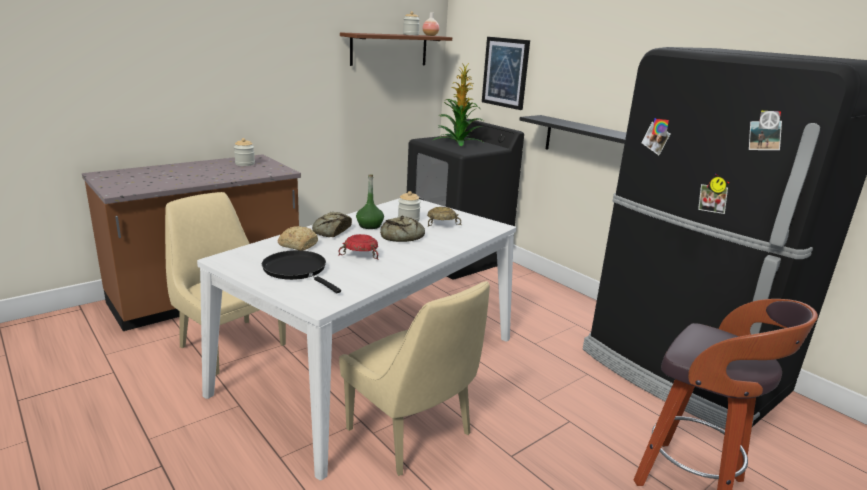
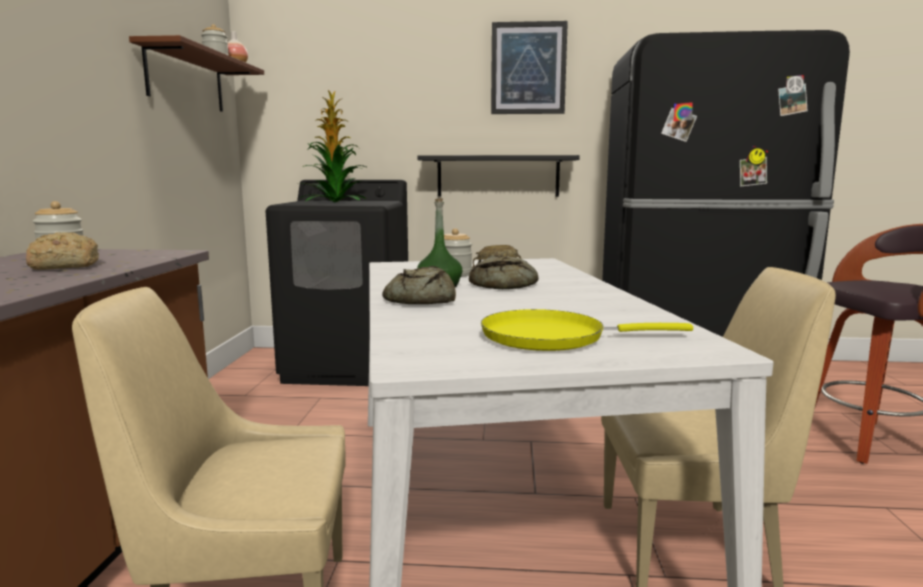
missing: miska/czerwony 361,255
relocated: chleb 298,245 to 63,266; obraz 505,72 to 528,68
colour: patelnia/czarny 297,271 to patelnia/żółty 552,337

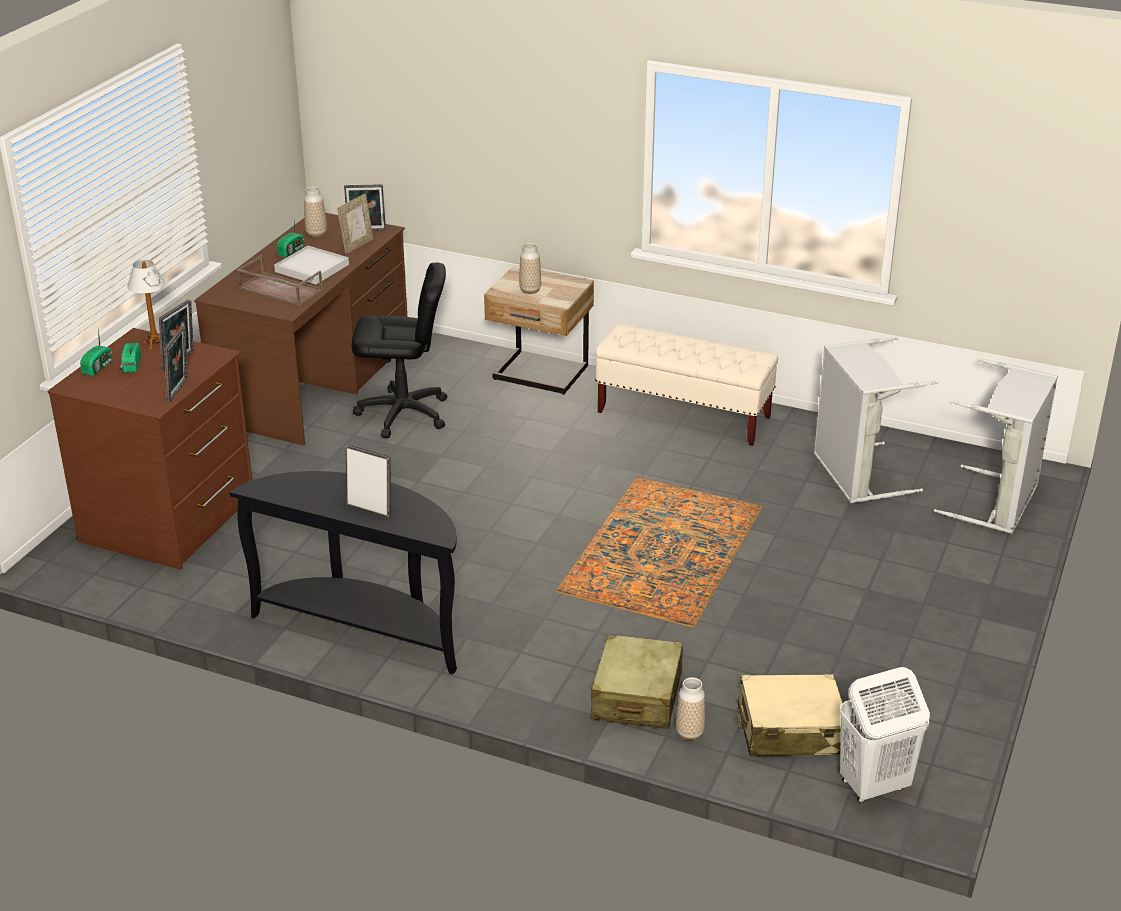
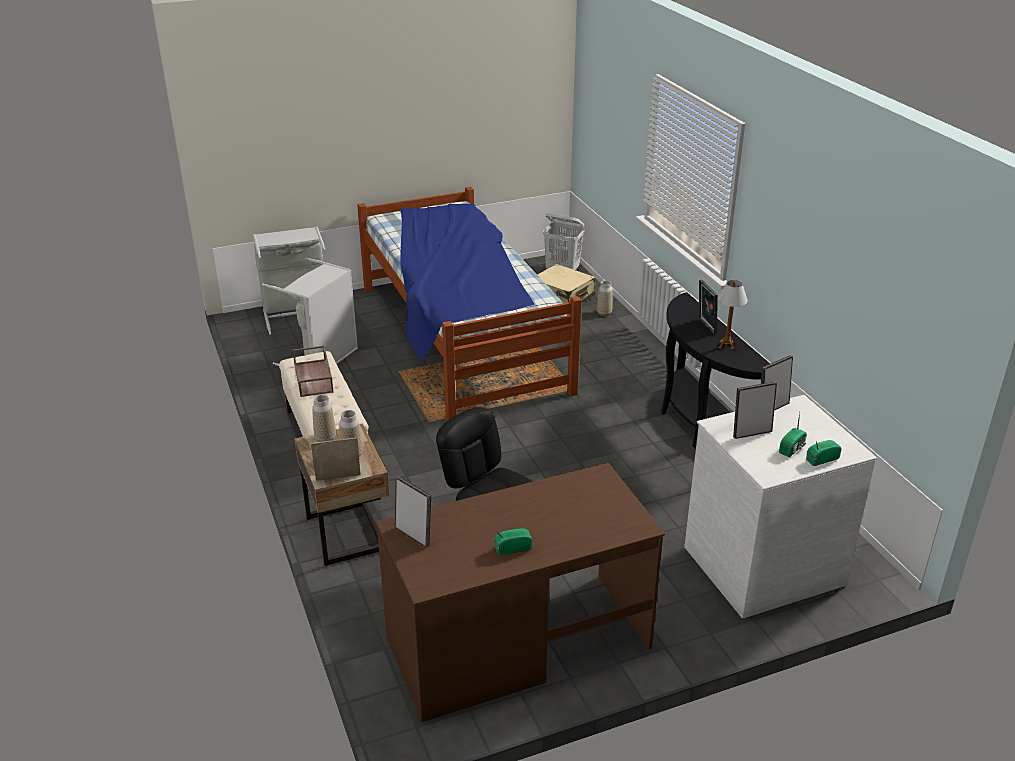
missing: taca/biały 311,268; walizka/beżowy 636,696
appeared: łóżko 460,338
relocated: lampa stołowa 155,344 to 726,346; taca/brązowy 279,289 to 314,378; wazon 316,234 to 325,438; ramka na zdjęcie 357,245 to 338,479
colour: komoda/brązowy 170,520 to komoda/biały 762,564

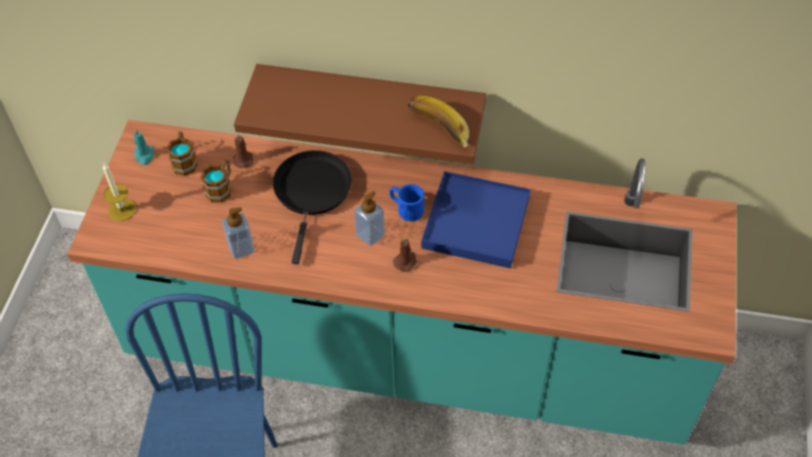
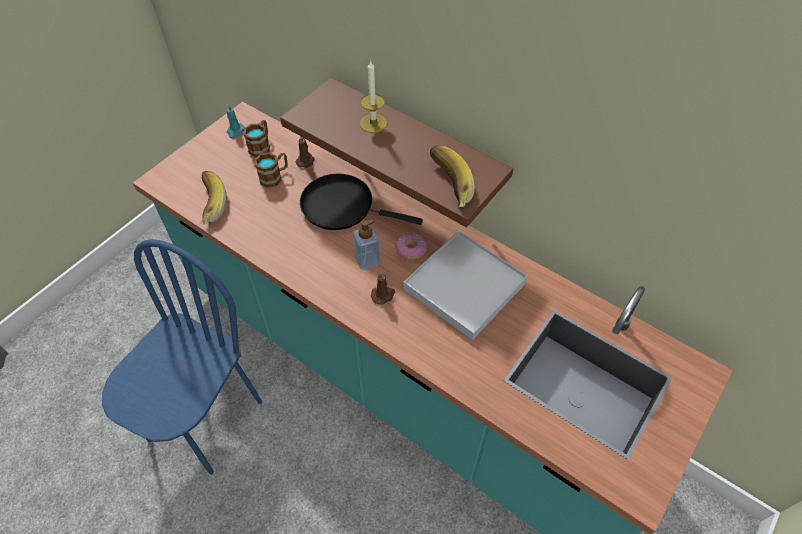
missing: dozownik mydła 241,248
appeared: banan 208,204
relocated: świeca 122,210 to 373,123
exchanged: kubek/niebieski 406,208 to donut 411,250
colour: taca/niebieski 476,223 to taca/biały 464,286
spun: patelnia/czarny 312,192 = 342,206 105 degrees counterclockwise

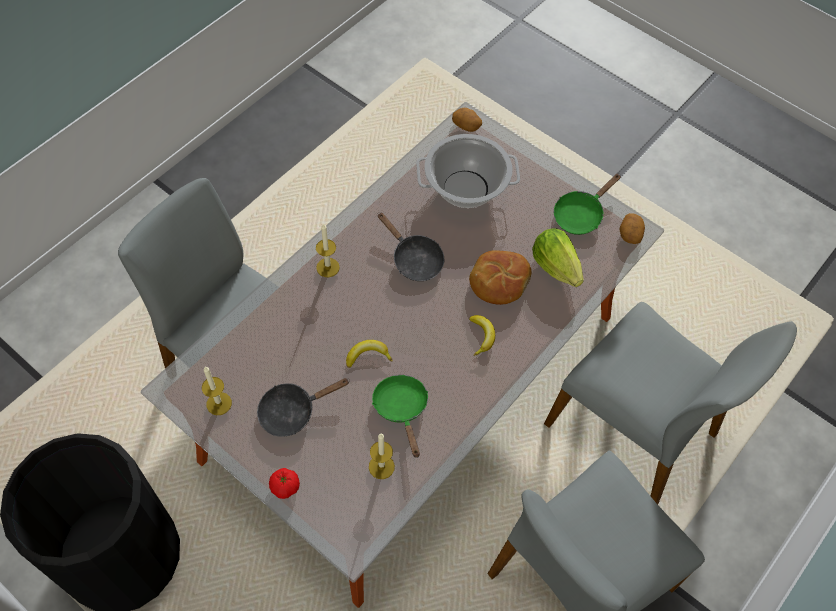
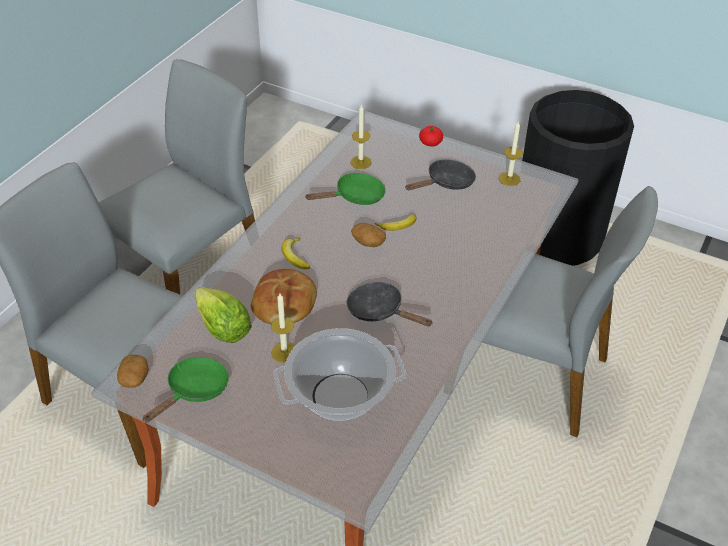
relocated: świeca 328,267 to 284,352; ziemniak 466,125 to 368,242
spun: patelnia/zielony 402,409 = 355,197 90 degrees counterclockwise

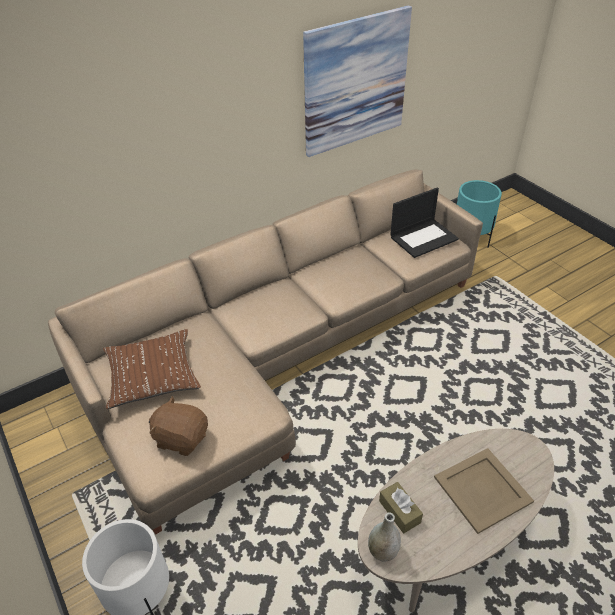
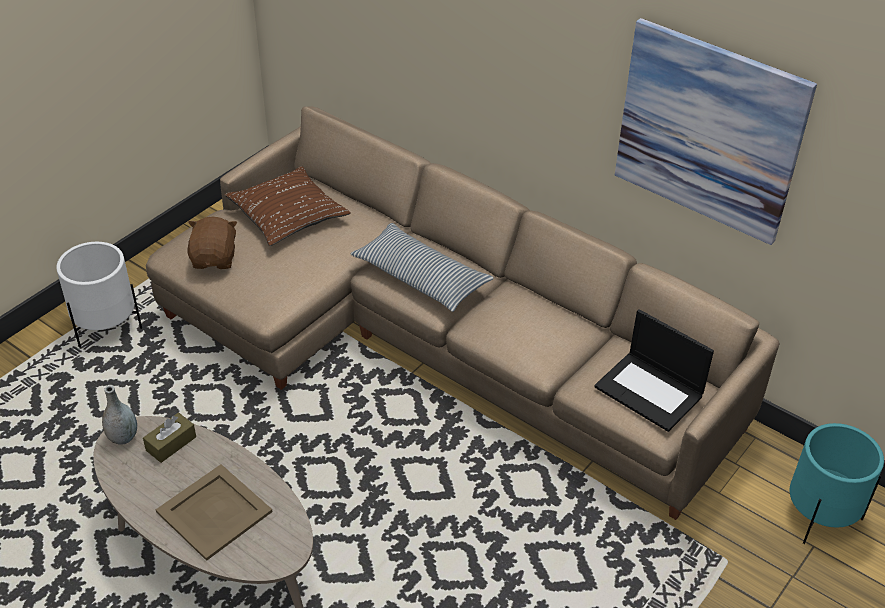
appeared: poduszka 421,277

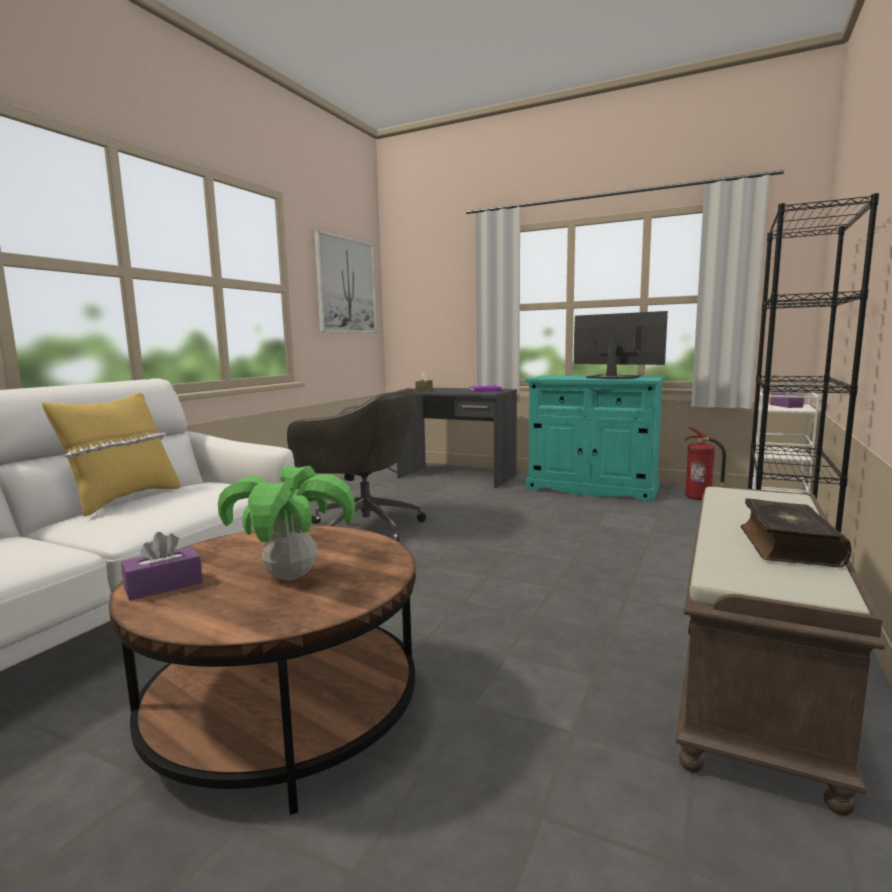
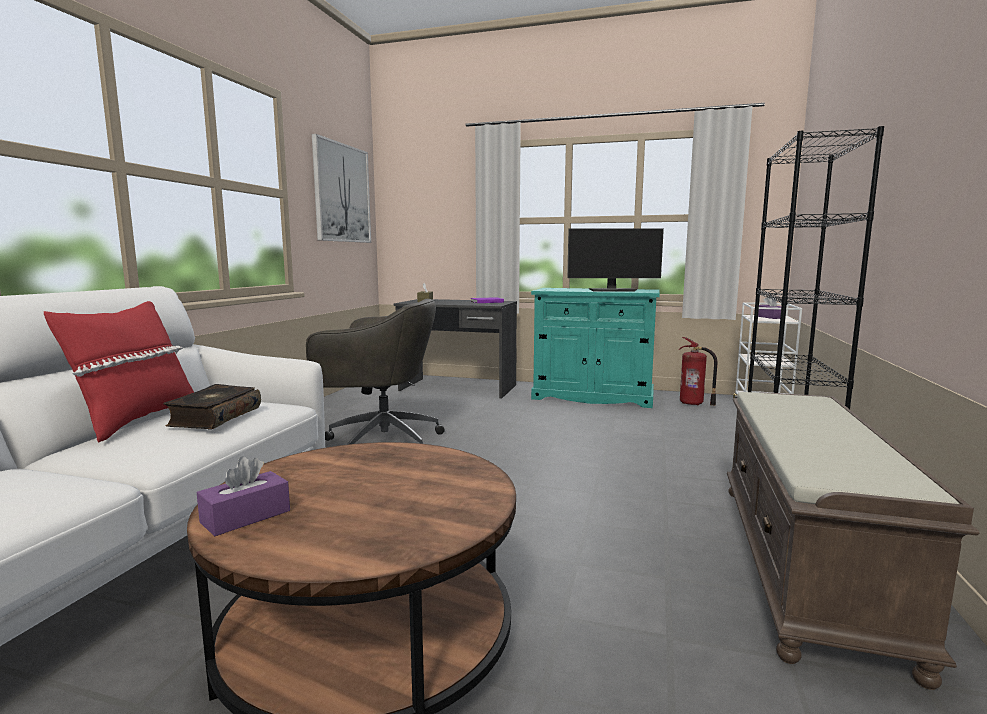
missing: roślina doniczkowa 290,576
relocated: książka 786,546 to 214,417
colour: poduszka/żółty 123,499 to poduszka/czerwony 136,421
spun: monitor 611,378 = 613,290 150 degrees clockwise

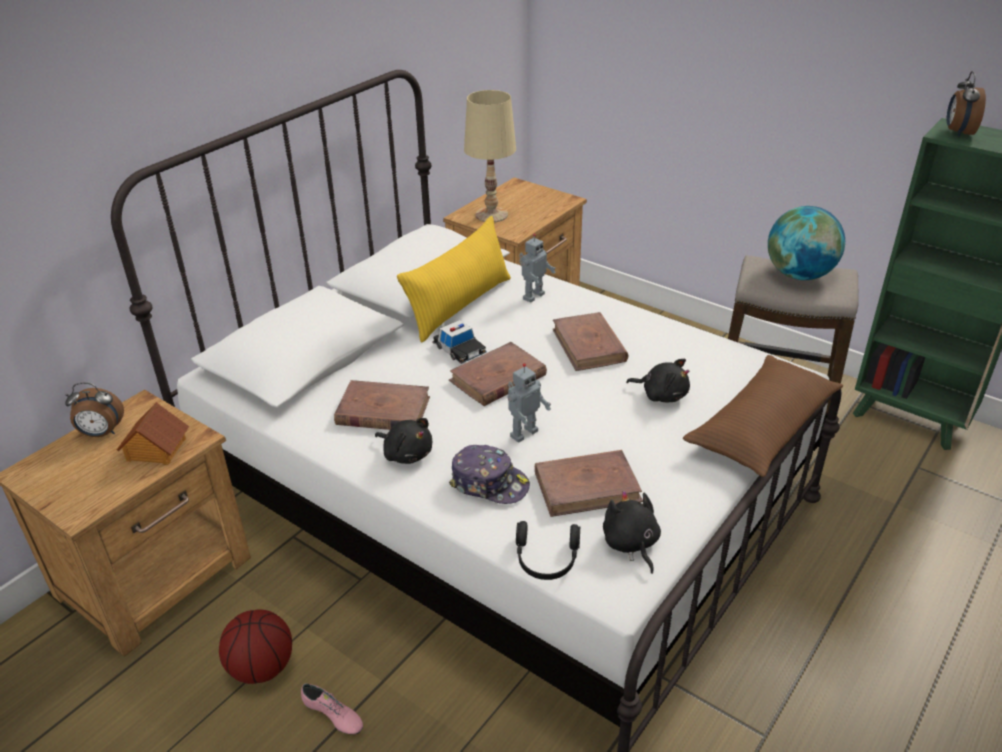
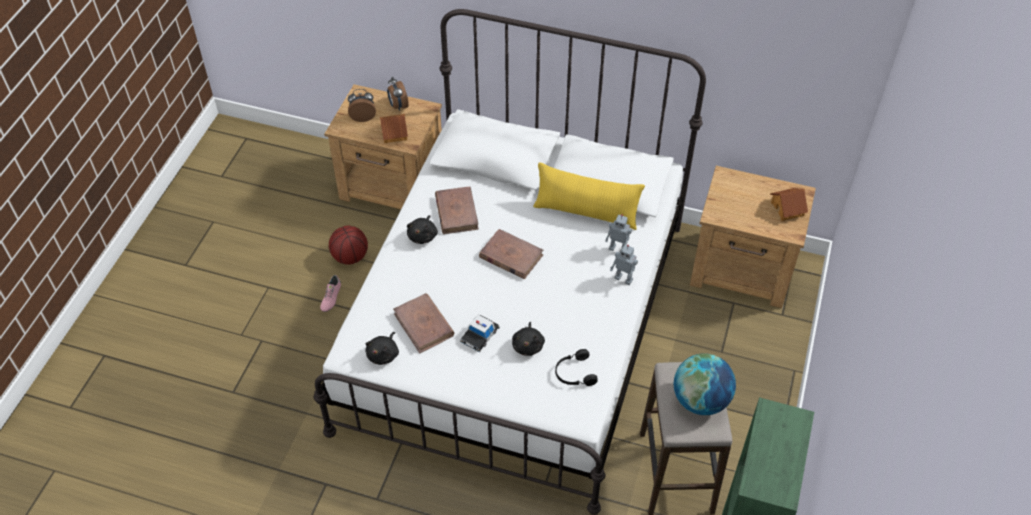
missing: czapka z daszkiem 489,483; lampa stołowa/beżowy 491,215; książka/brązowy 589,345; poduszka/brązowy 762,427
appeared: domek 788,208
relocated: samochodzik 459,349 to 480,335; robot zabawkowy 523,433 to 624,278; słuchawki/czarny 546,559 to 574,373; budzik 958,132 to 363,117
spun: pluszak/czarny 631,544 = 384,354 150 degrees clockwise

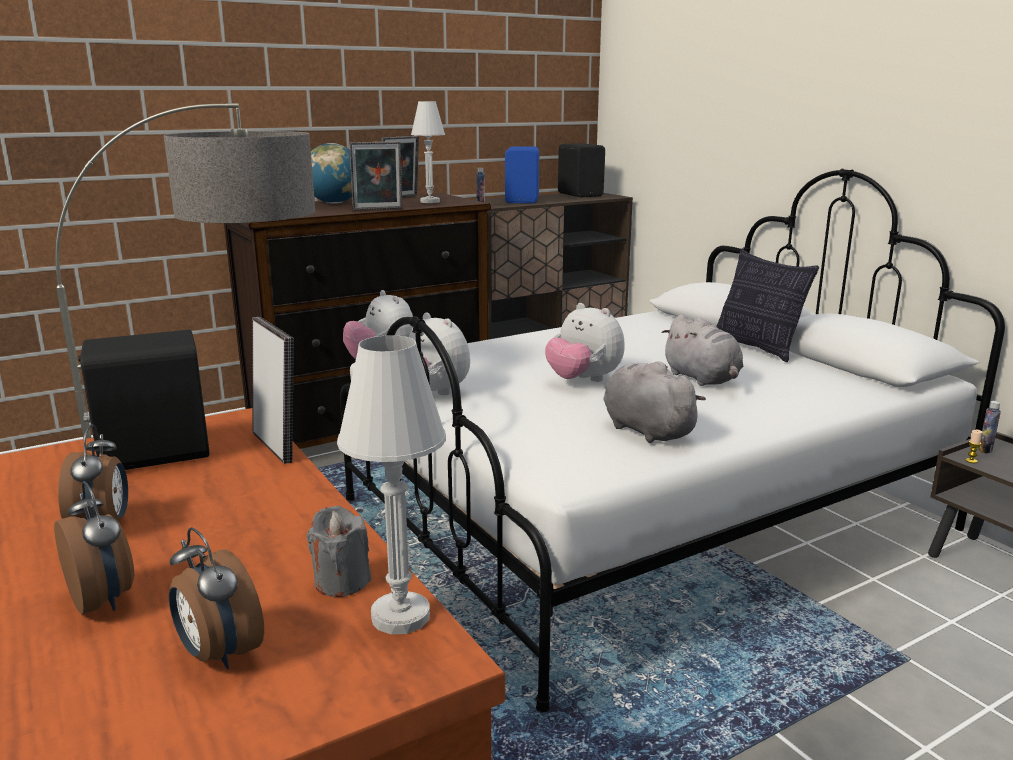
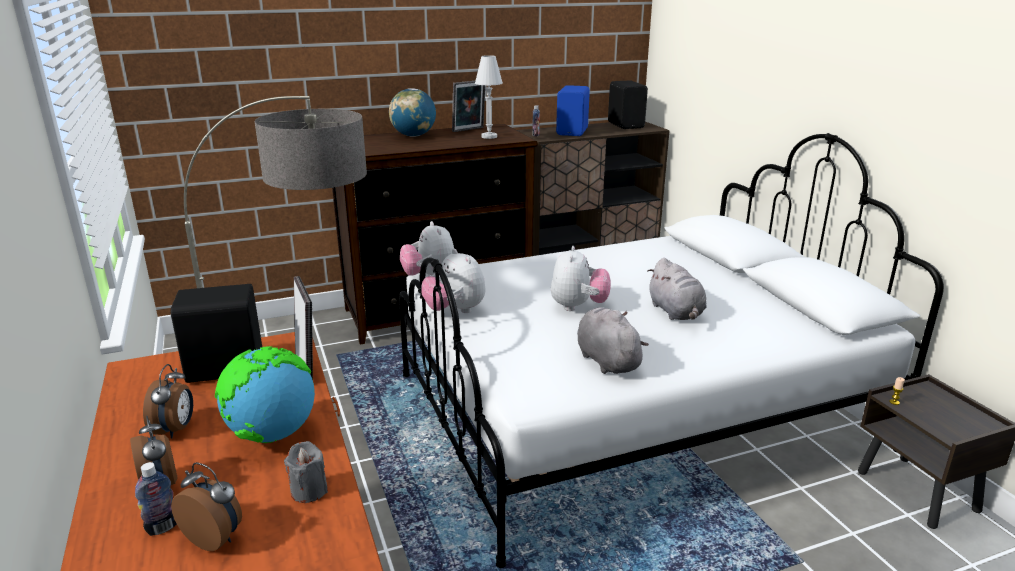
missing: lampa stołowa/biały 401,616; ramka na zdjęcie 378,209; poduszka 757,348
appeared: globus 271,435
relocated: butelka 985,450 to 162,527
spun: budzik 218,654 = 215,538 150 degrees clockwise; pluszak 583,380 = 578,306 135 degrees counterclockwise

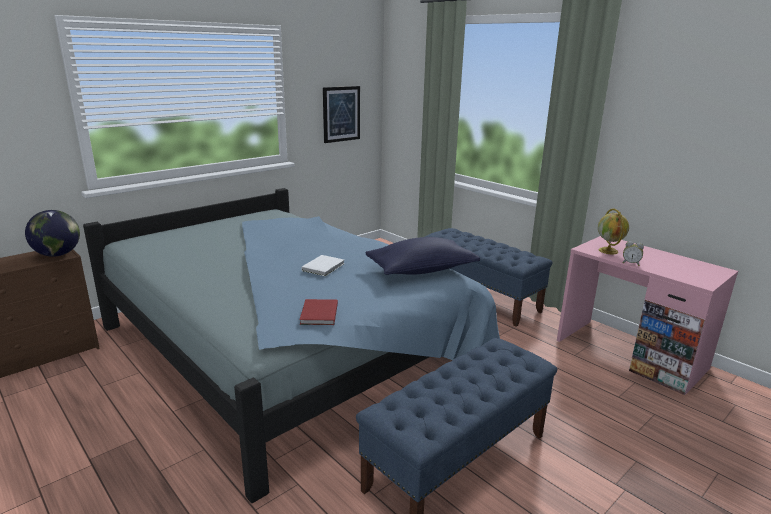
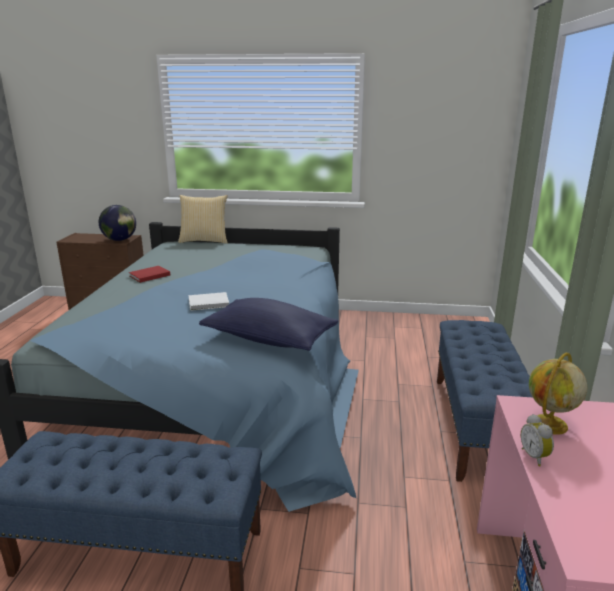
missing: obraz 341,114
appeared: poduszka 204,241
relocated: książka/czerwony 318,314 to 148,275

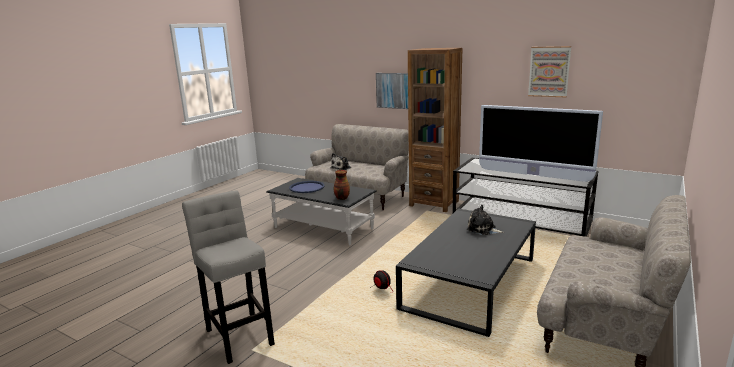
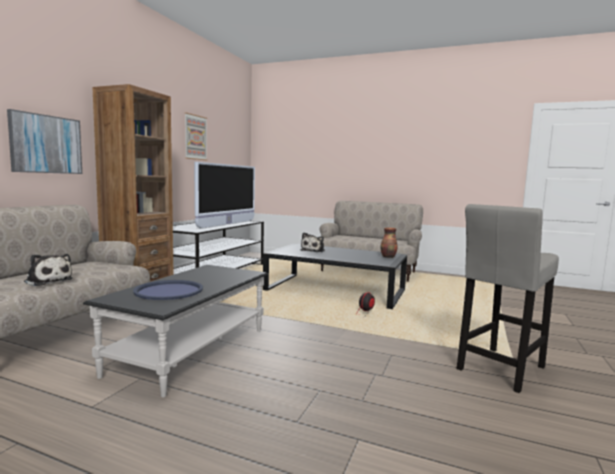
relocated: wazon 341,198 to 388,257

